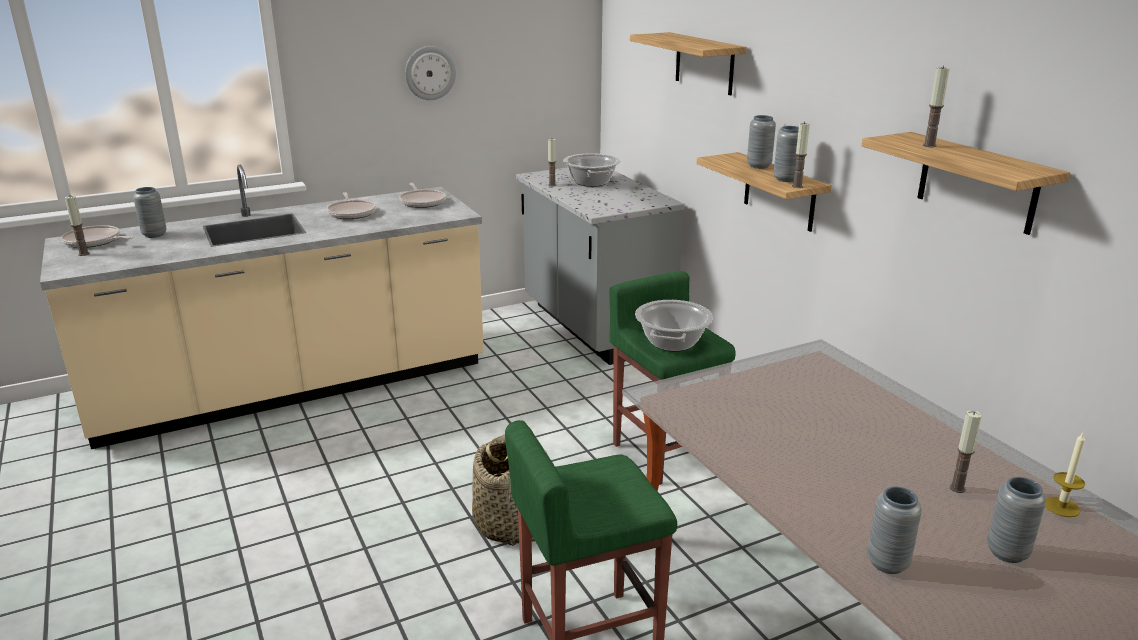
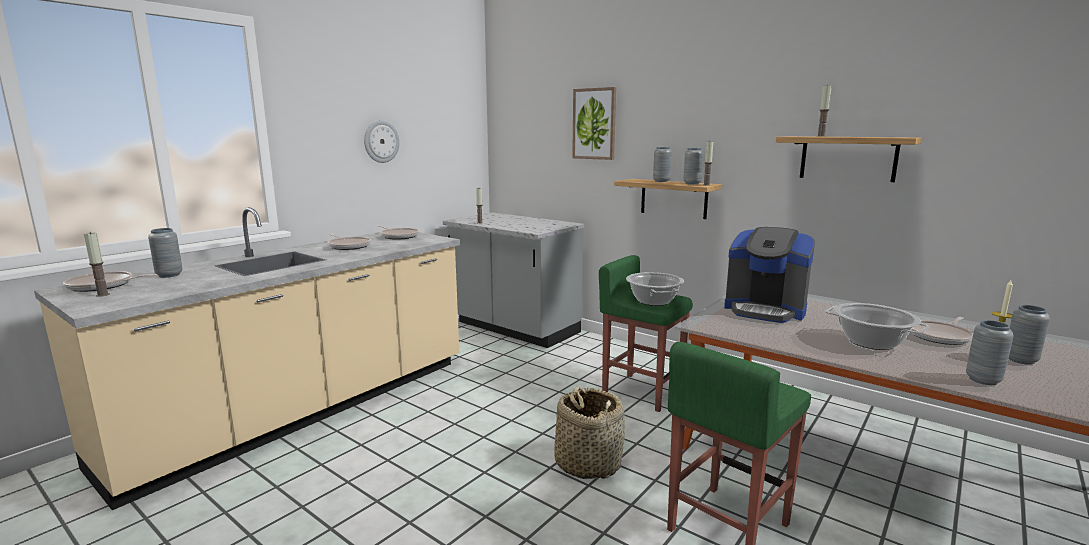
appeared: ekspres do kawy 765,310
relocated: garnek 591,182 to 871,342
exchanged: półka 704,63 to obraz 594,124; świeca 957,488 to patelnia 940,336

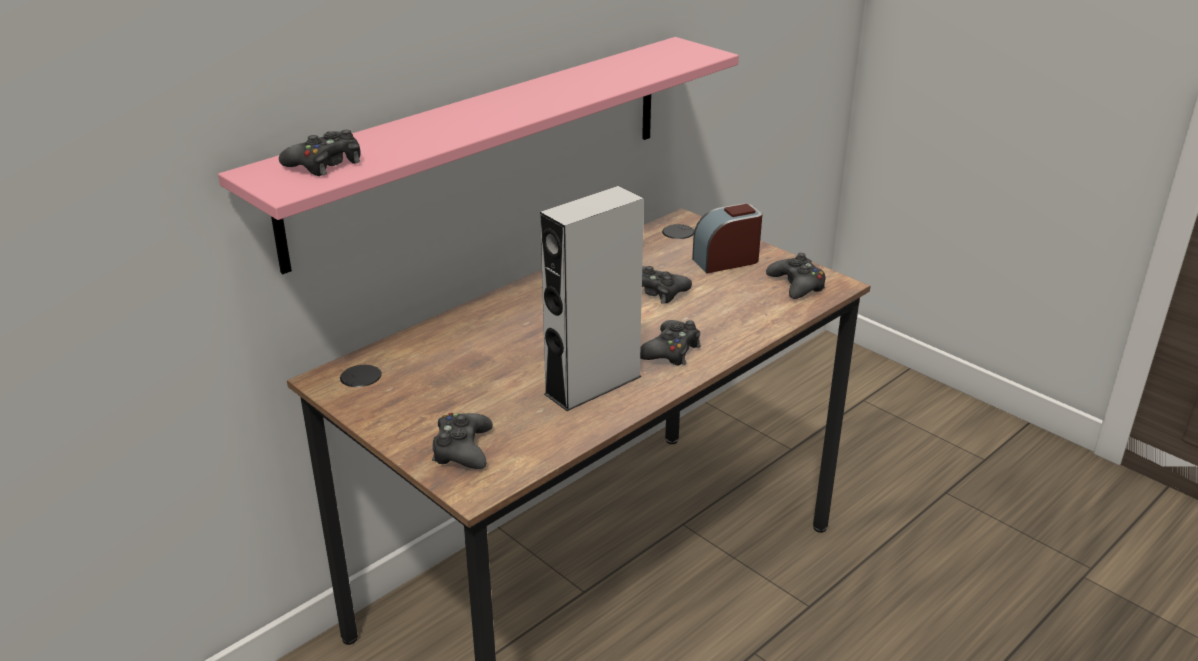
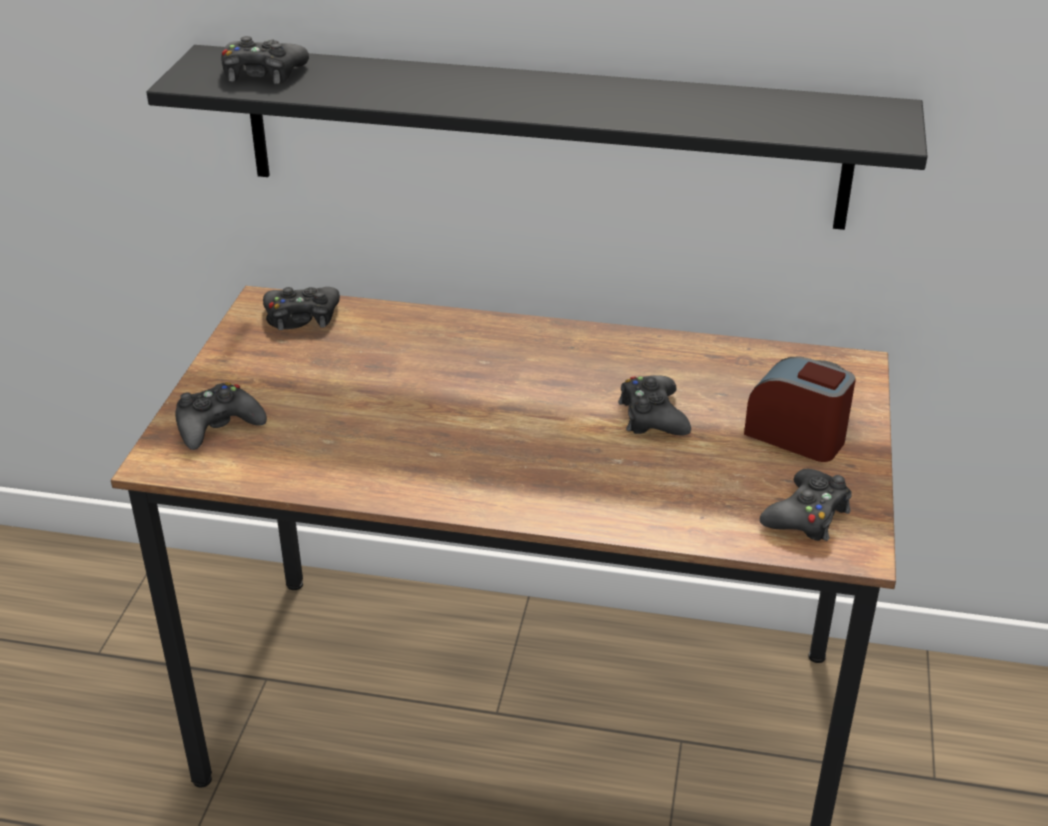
missing: głośnik/szary 593,385
relocated: pad do gier/czarny 671,351 to 302,316
colour: półka/różowy 484,146 to półka/czarny 542,137

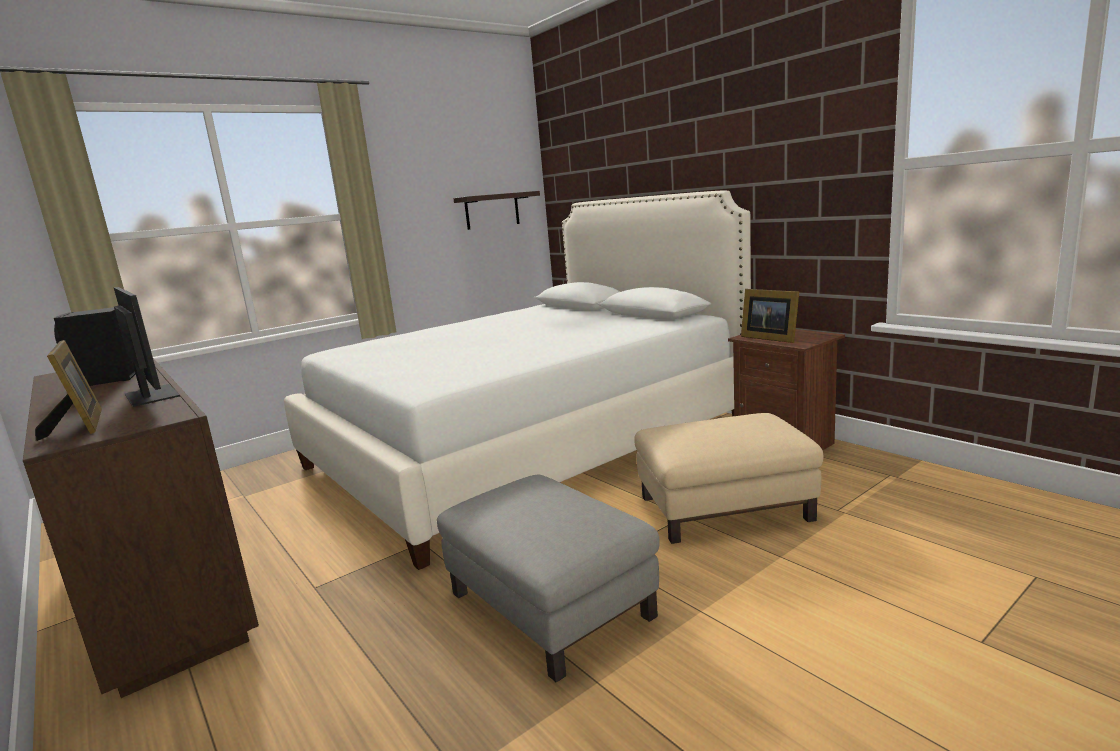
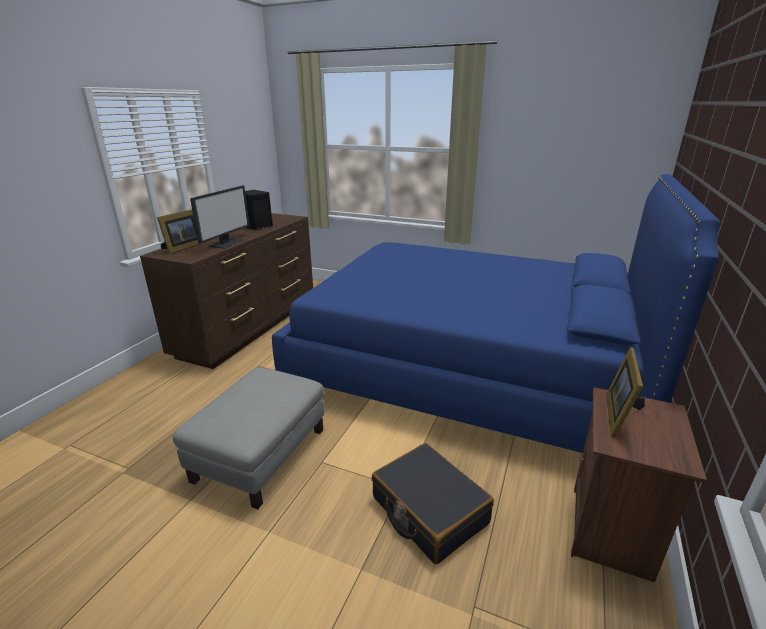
missing: półka 492,211
exchanged: pufa/beżowy 724,508 to walizka/czarny 428,510
colour: łóżko/biały 528,445 to łóżko/niebieski 466,368

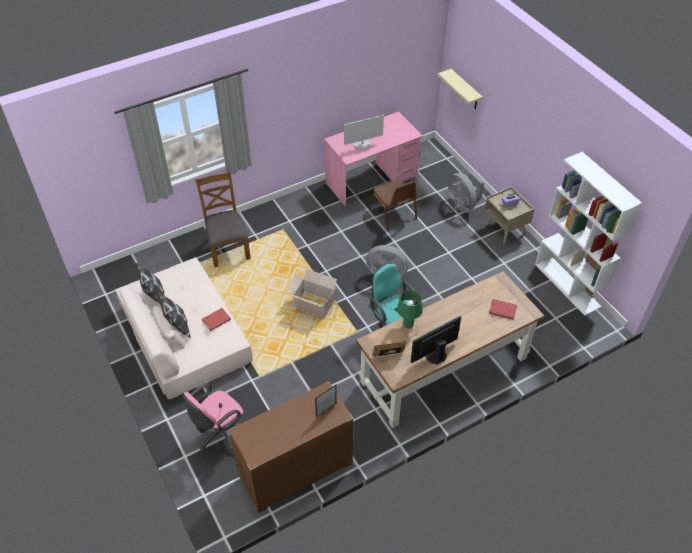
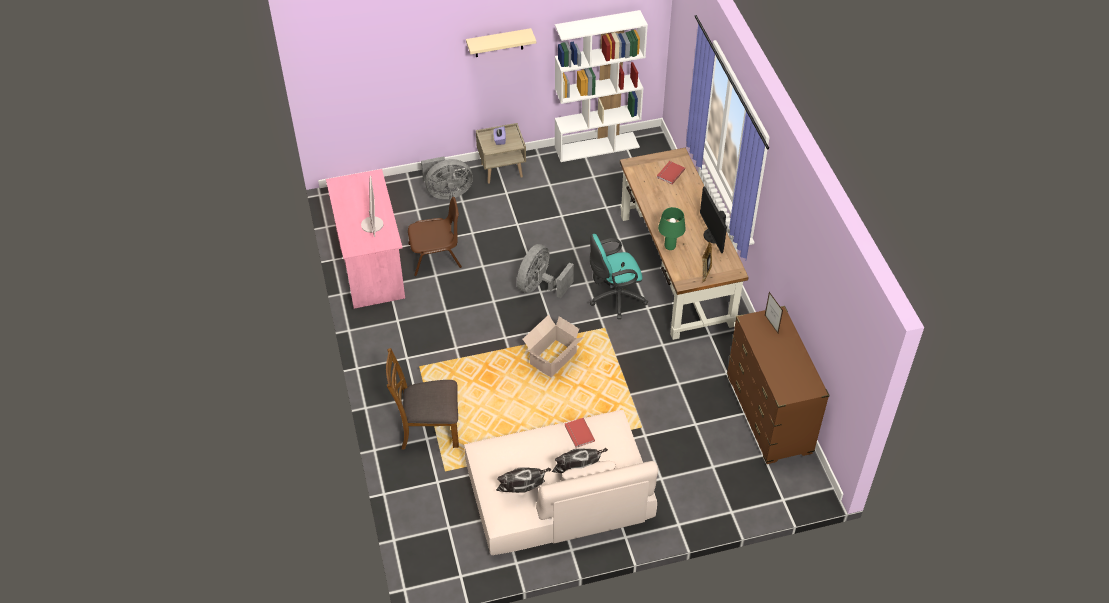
missing: krzesło biurowe/różowy 221,434
relocated: półka/beżowy 465,90 to 499,43

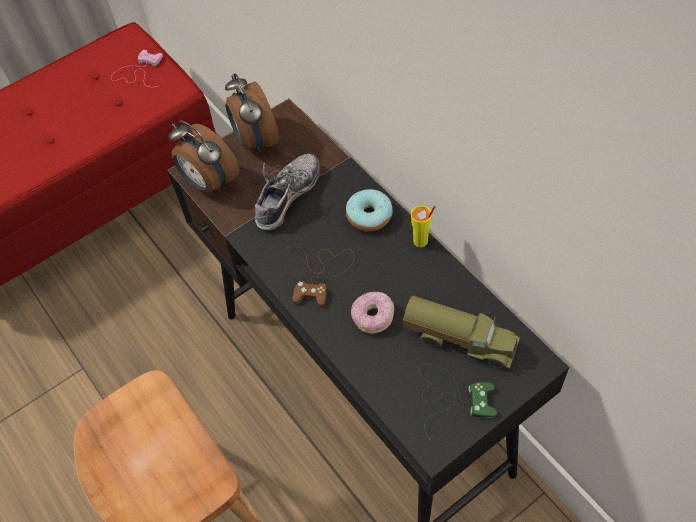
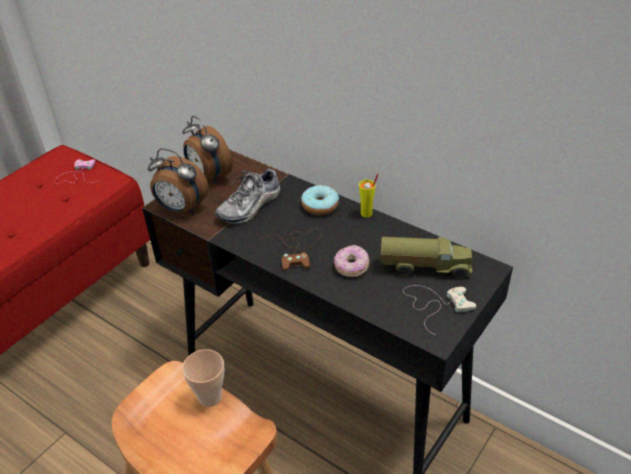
appeared: filiżanka 210,397
colour: pad do gier/zielony 451,397 to pad do gier/biały 435,304
spun: but 287,197 = 250,206 150 degrees counterclockwise

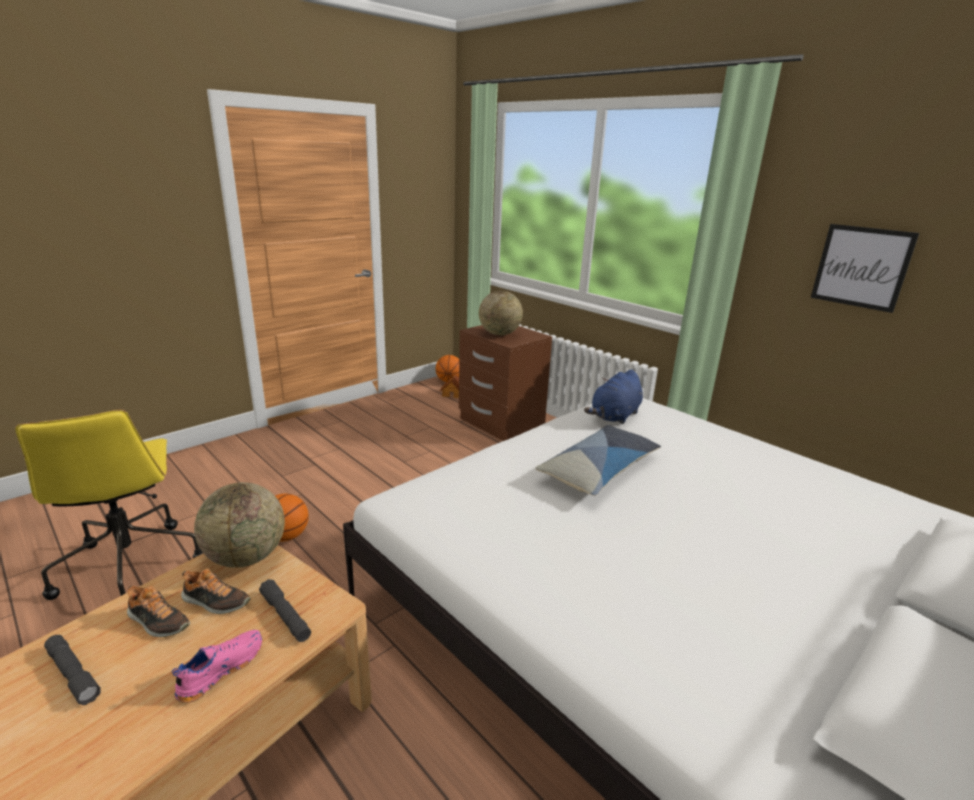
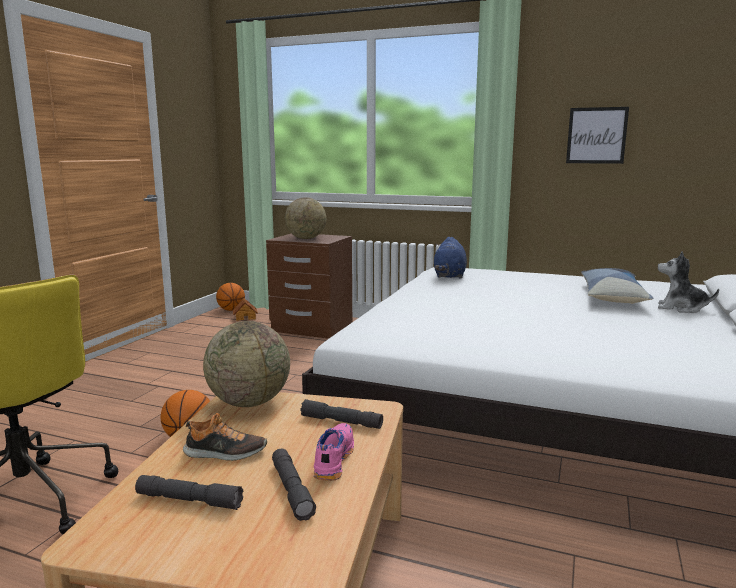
missing: but 215,602
appeared: latarka/szary 291,490; pluszak 681,308
relocated: poduszka 599,470 to 612,297

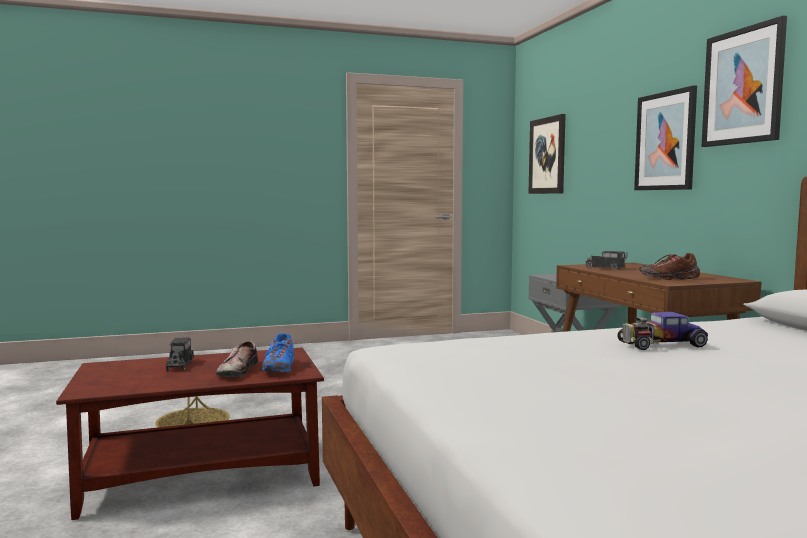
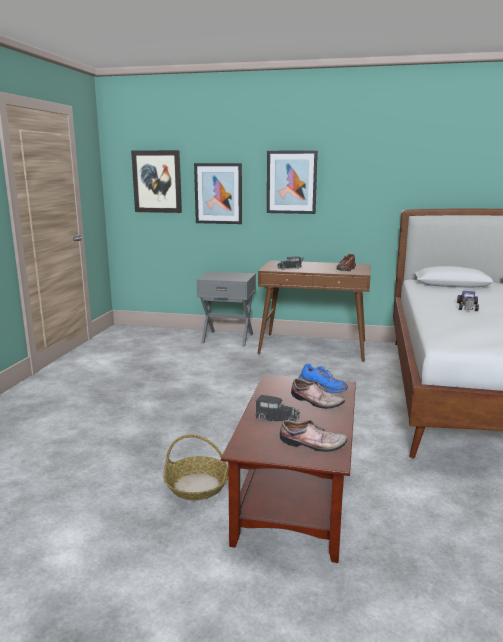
appeared: but 312,444
relocated: obraz 743,86 to 218,193

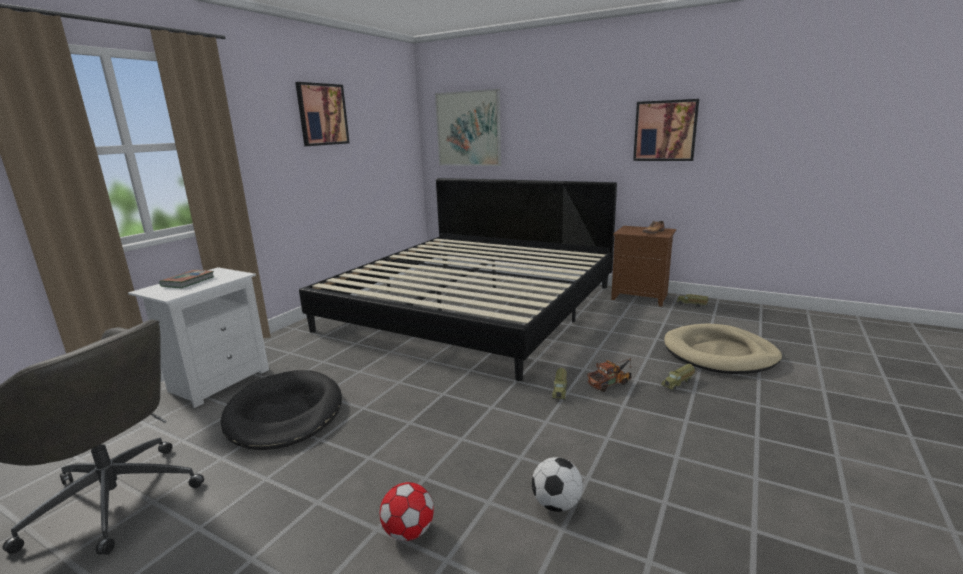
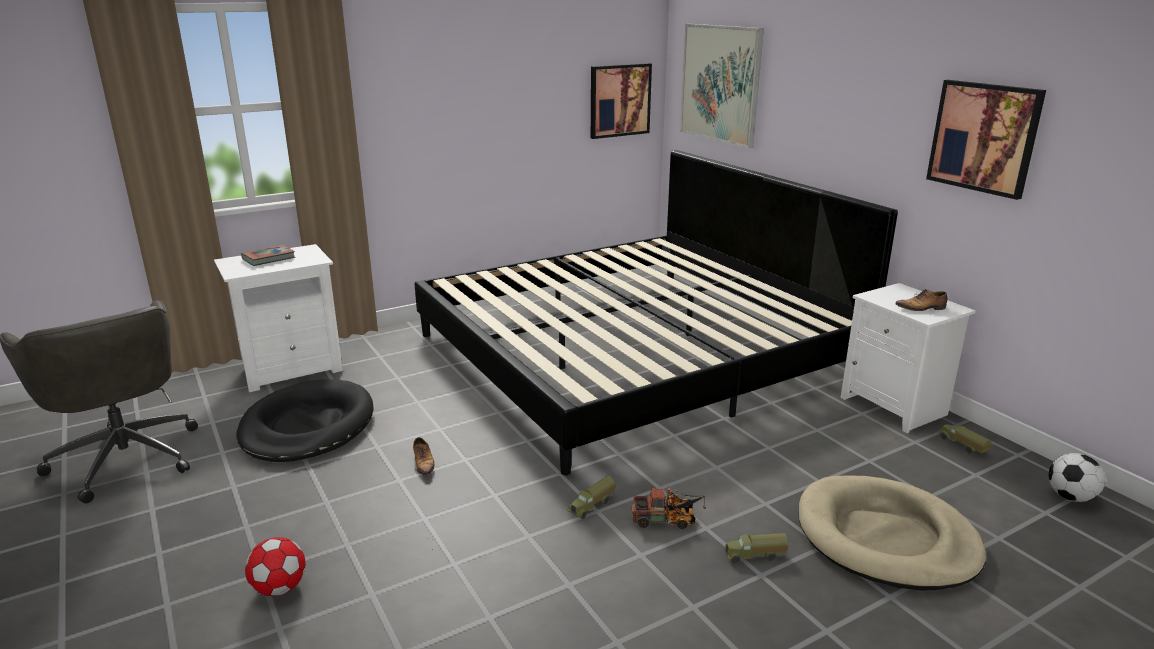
appeared: but 423,463
relocated: obraz 322,114 to 619,100; piłka futbolowa 556,504 to 1070,497
colour: szafka nocna/brązowy 641,297 to szafka nocna/biały 896,407

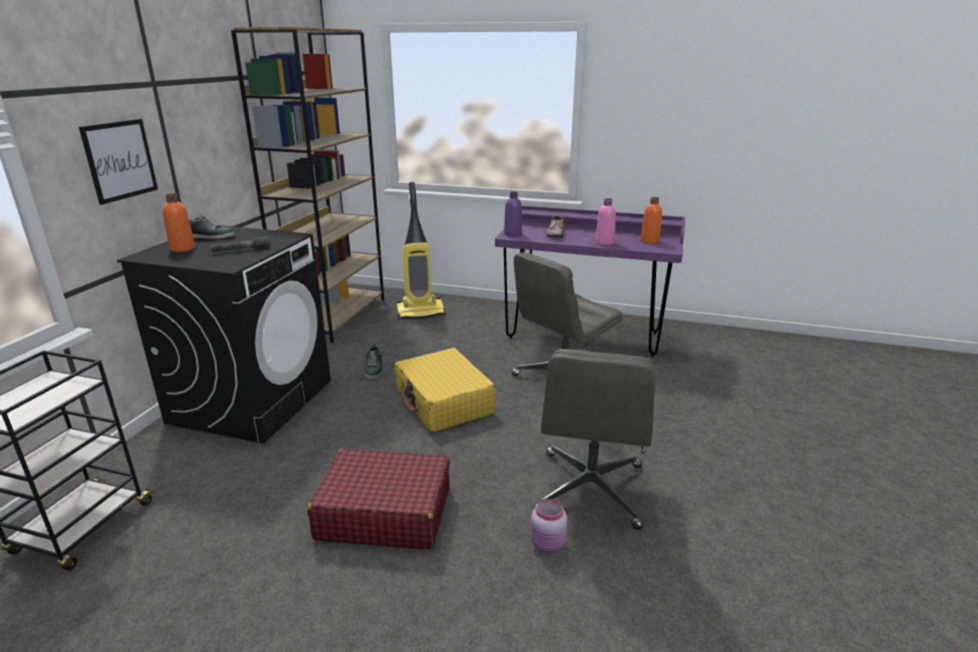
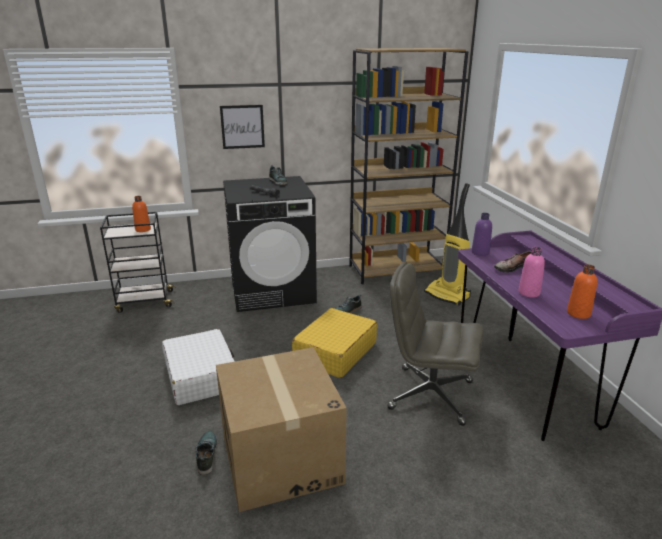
relocated: butelka/pomarańczowy 182,248 to 143,229
exchanged: słoik/różowy 548,545 to but 206,454; krzesło biurowe/szary 590,490 to karton 280,458
colour: walizka/czerwony 384,513 to walizka/biały 201,376

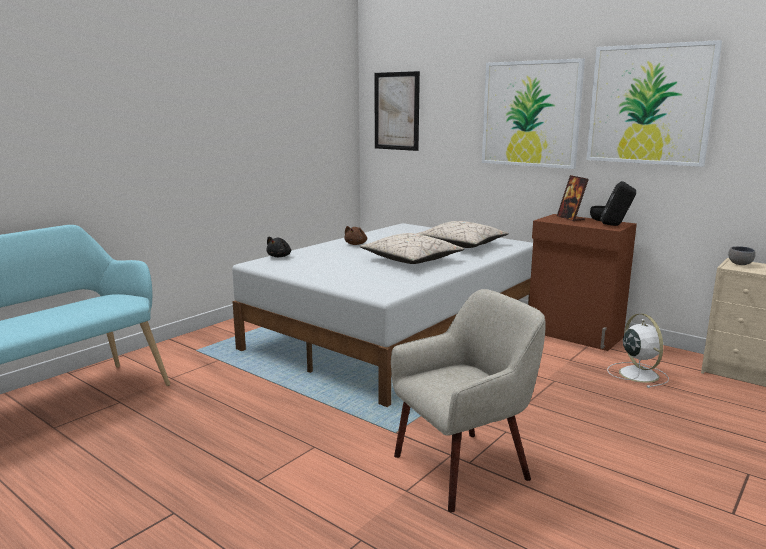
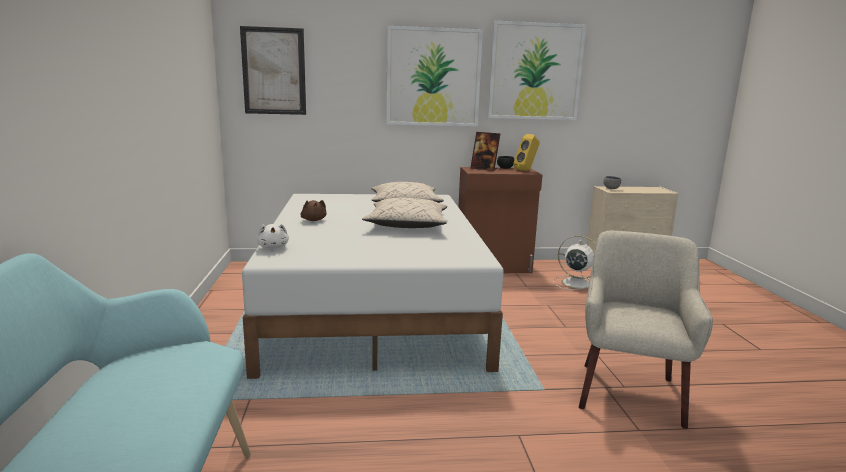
colour: pluszak/czarny 280,256 to pluszak/biały 273,247; głośnik/czarny 615,225 to głośnik/żółty 526,170

